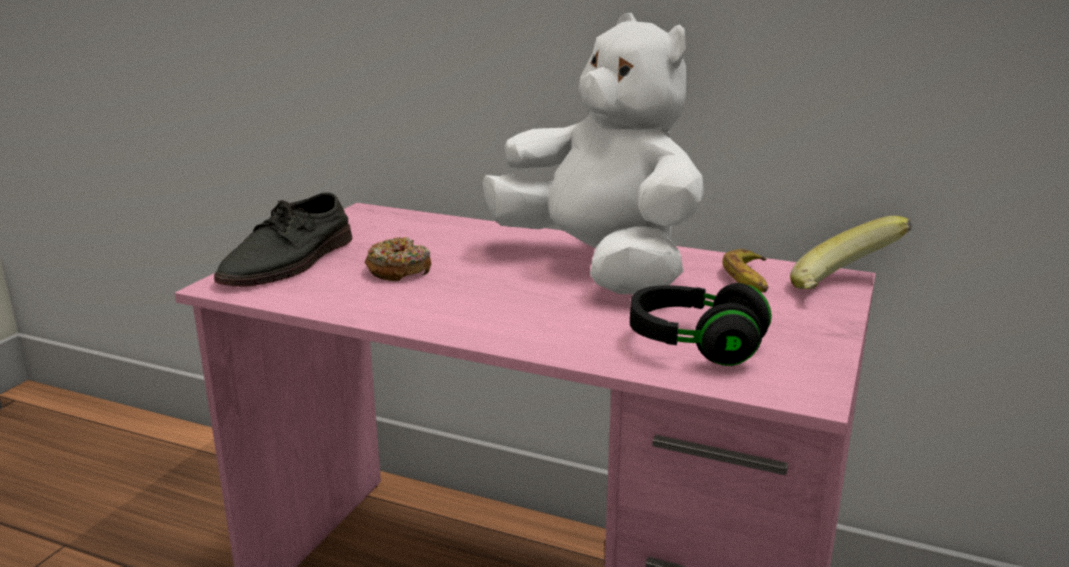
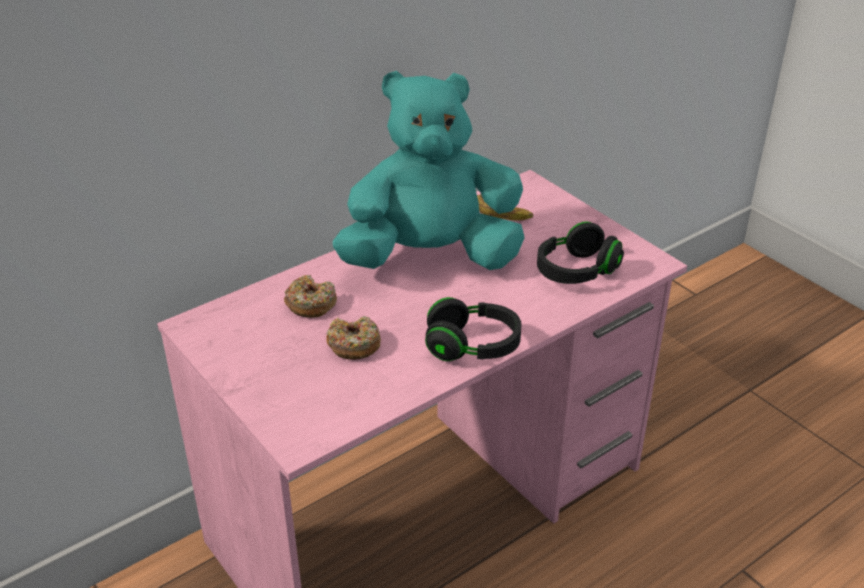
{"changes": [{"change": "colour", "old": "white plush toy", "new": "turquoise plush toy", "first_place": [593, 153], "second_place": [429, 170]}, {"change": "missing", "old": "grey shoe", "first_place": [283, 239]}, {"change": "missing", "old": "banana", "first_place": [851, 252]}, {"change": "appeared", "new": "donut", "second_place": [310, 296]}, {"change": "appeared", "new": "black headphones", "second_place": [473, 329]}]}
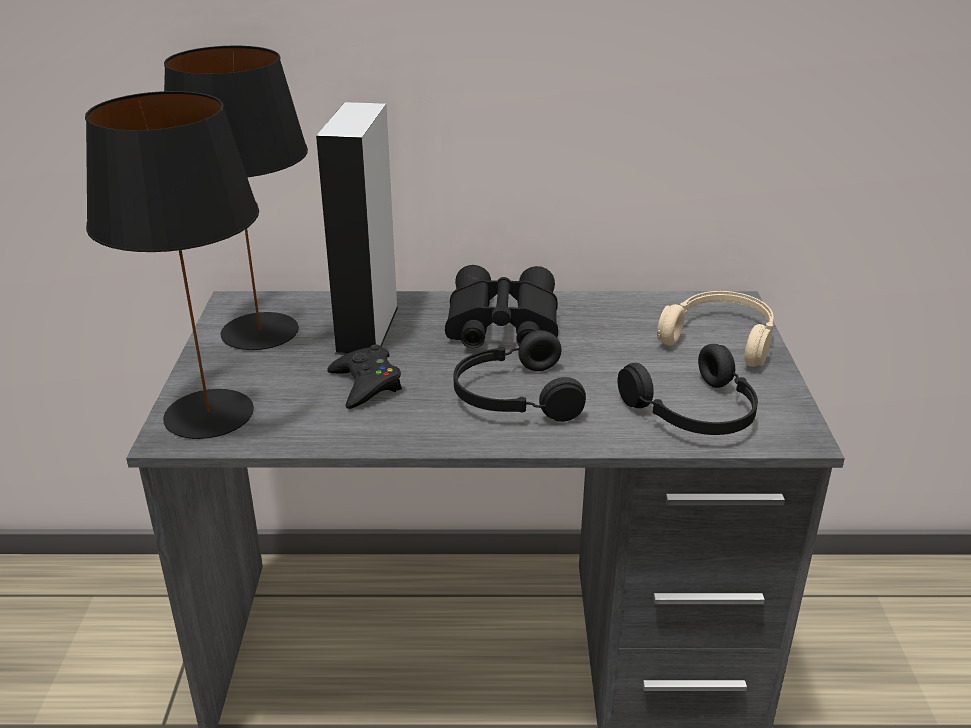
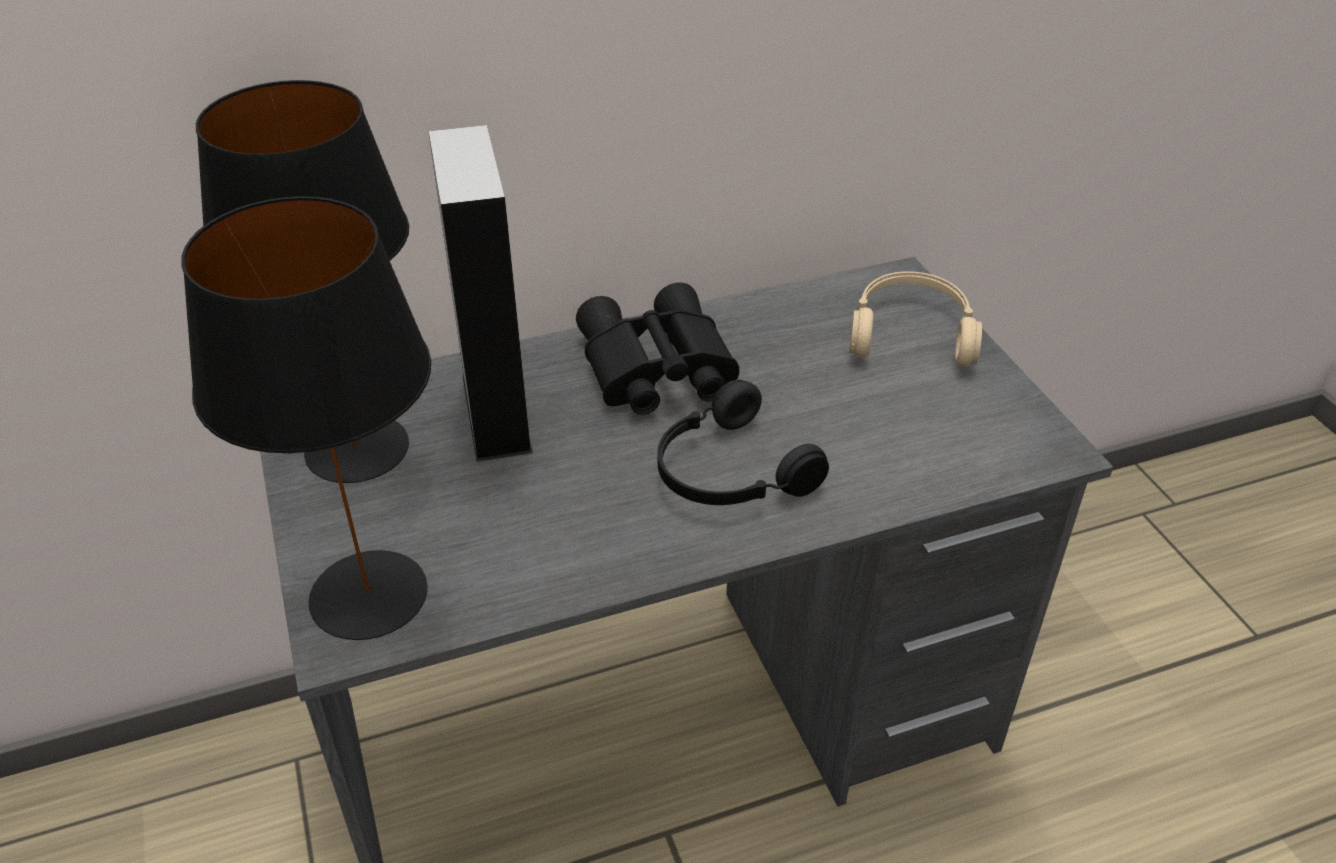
{"changes": [{"change": "missing", "old": "black game controller", "first_place": [364, 376]}, {"change": "missing", "old": "black headphones", "first_place": [688, 389]}]}
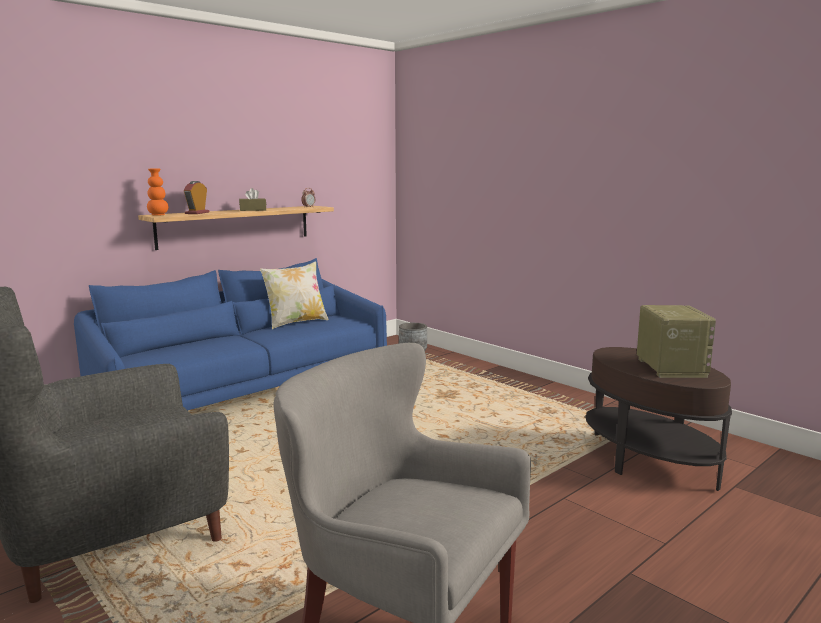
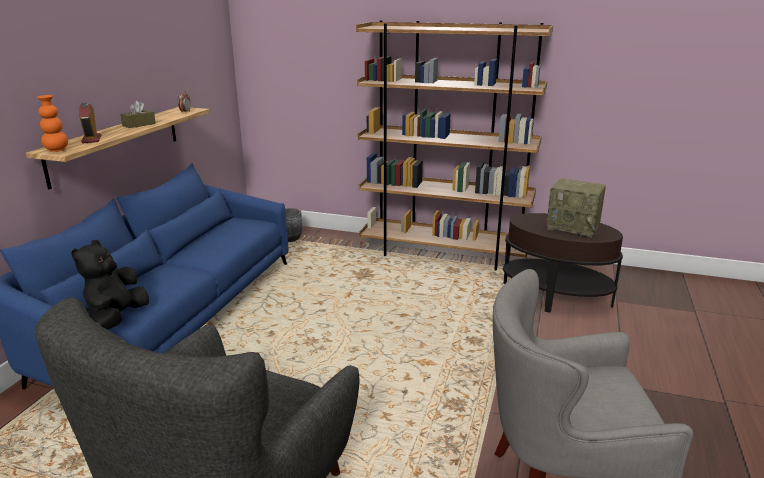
{"changes": [{"change": "missing", "old": "pillow", "first_place": [294, 295]}, {"change": "spun", "old": "radio", "first_place": [676, 341], "second_place": [576, 207], "degrees": 150}, {"change": "appeared", "new": "brown bookcase", "second_place": [454, 145]}, {"change": "appeared", "new": "black plush toy", "second_place": [110, 285]}]}
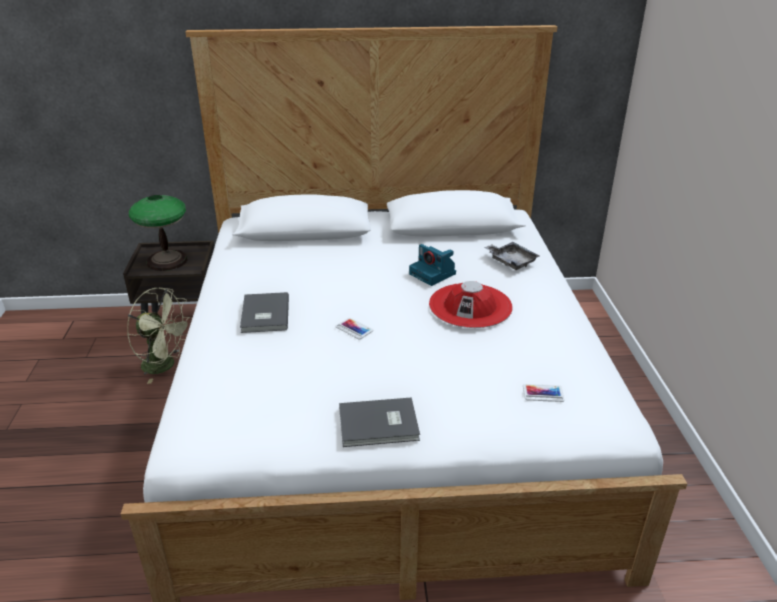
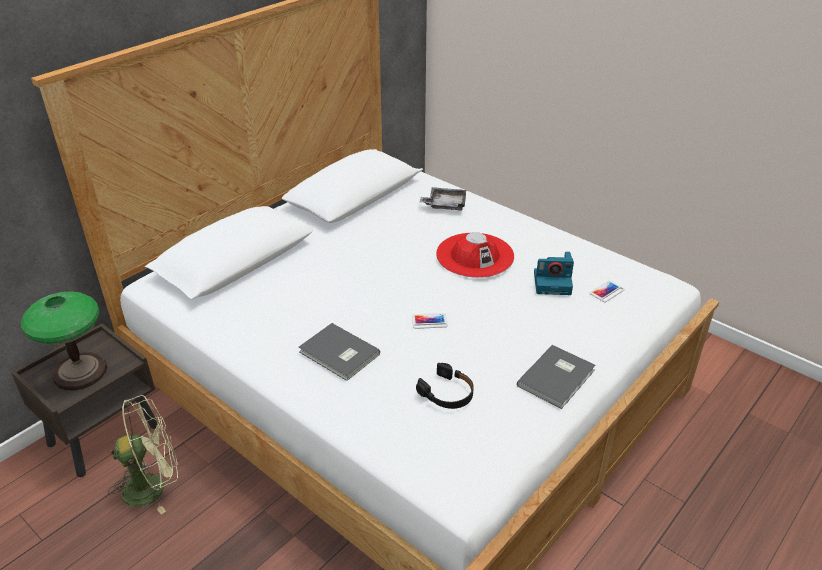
{"changes": [{"change": "relocated", "old": "photo camera", "first_place": [432, 265], "second_place": [554, 273]}, {"change": "appeared", "new": "black headphones", "second_place": [445, 386]}]}
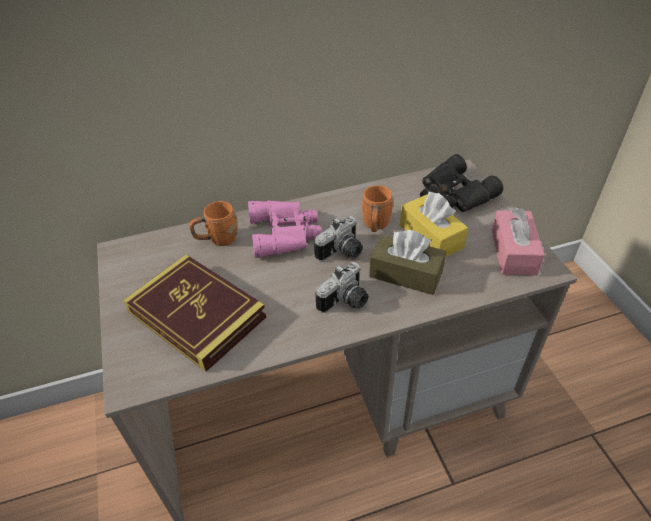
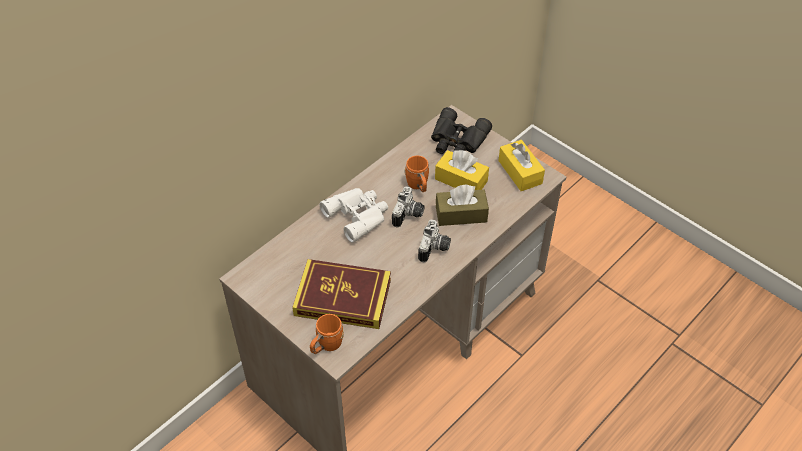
{"changes": [{"change": "relocated", "old": "orange mug", "first_place": [213, 223], "second_place": [327, 334]}, {"change": "colour", "old": "pink binoculars", "new": "white binoculars", "first_place": [284, 229], "second_place": [354, 215]}, {"change": "colour", "old": "pink tissue box", "new": "yellow tissue box", "first_place": [518, 241], "second_place": [521, 165]}]}
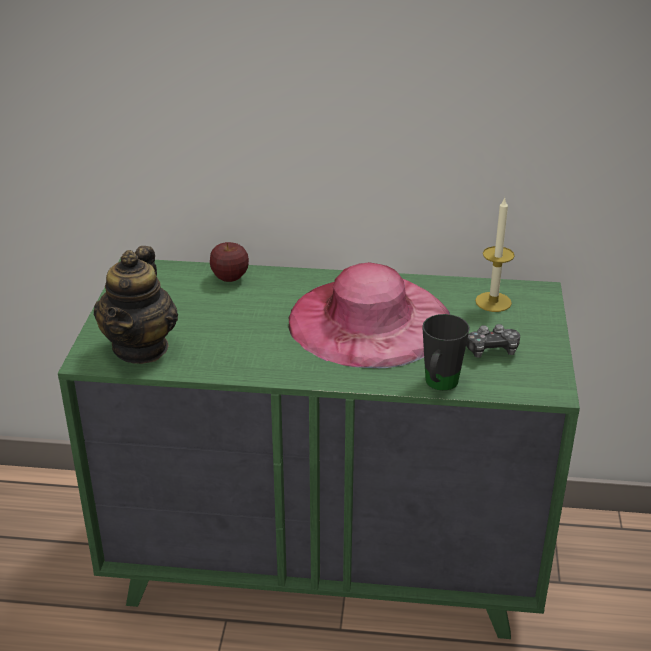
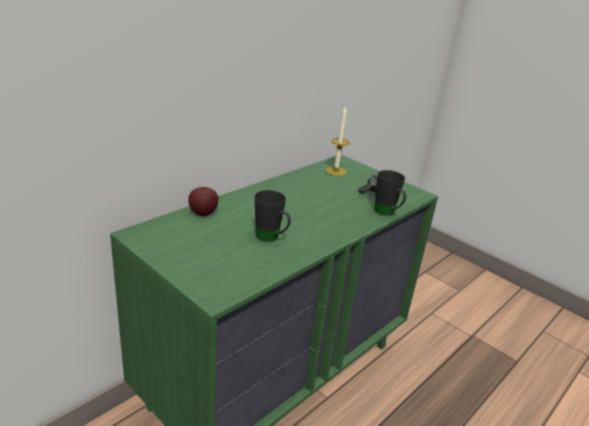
{"changes": [{"change": "missing", "old": "teapot", "first_place": [136, 305]}, {"change": "missing", "old": "pink hat", "first_place": [369, 315]}, {"change": "appeared", "new": "black mug", "second_place": [273, 216]}]}
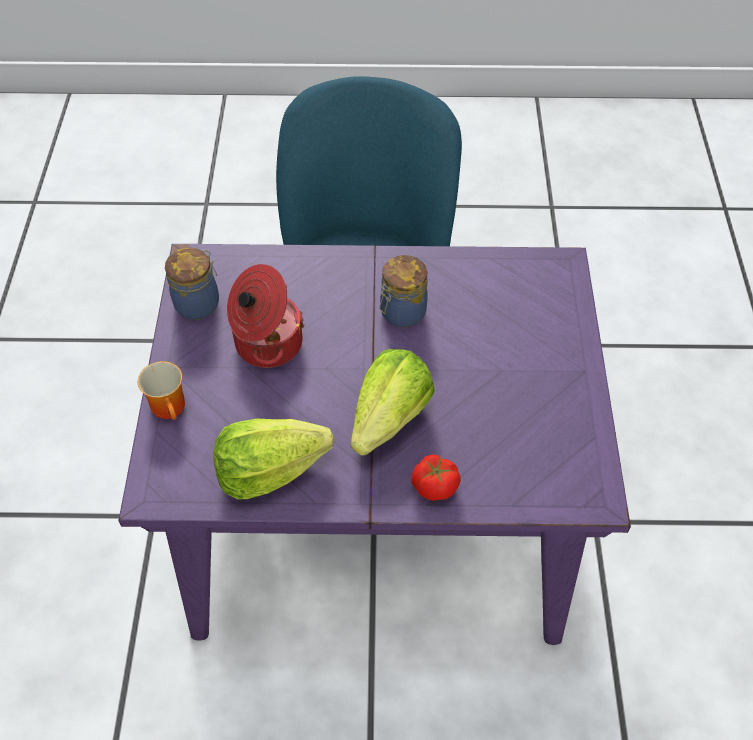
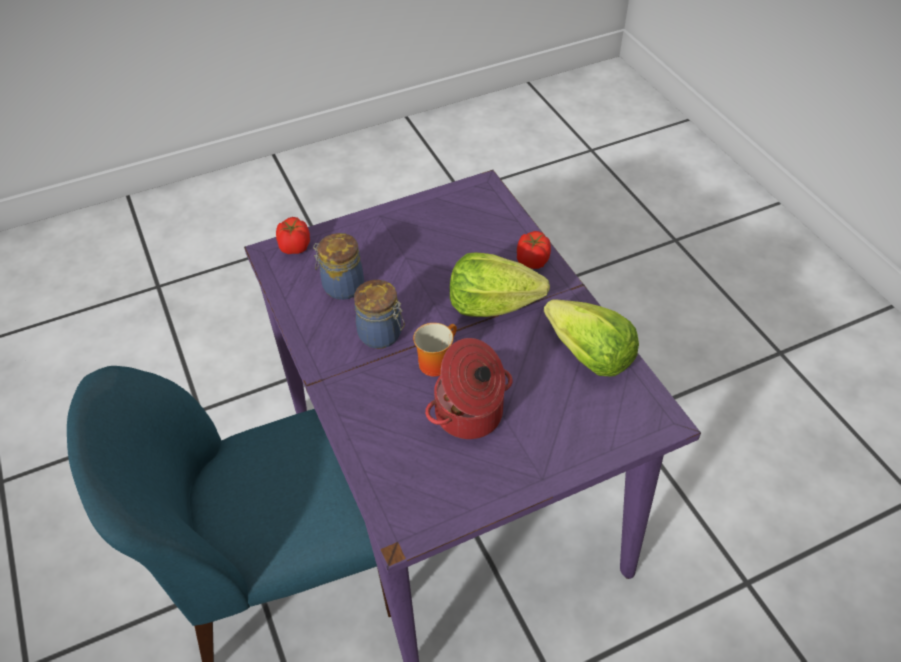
{"changes": [{"change": "relocated", "old": "jar", "first_place": [192, 284], "second_place": [338, 266]}, {"change": "relocated", "old": "mug", "first_place": [161, 390], "second_place": [435, 350]}, {"change": "appeared", "new": "tomato", "second_place": [293, 235]}]}
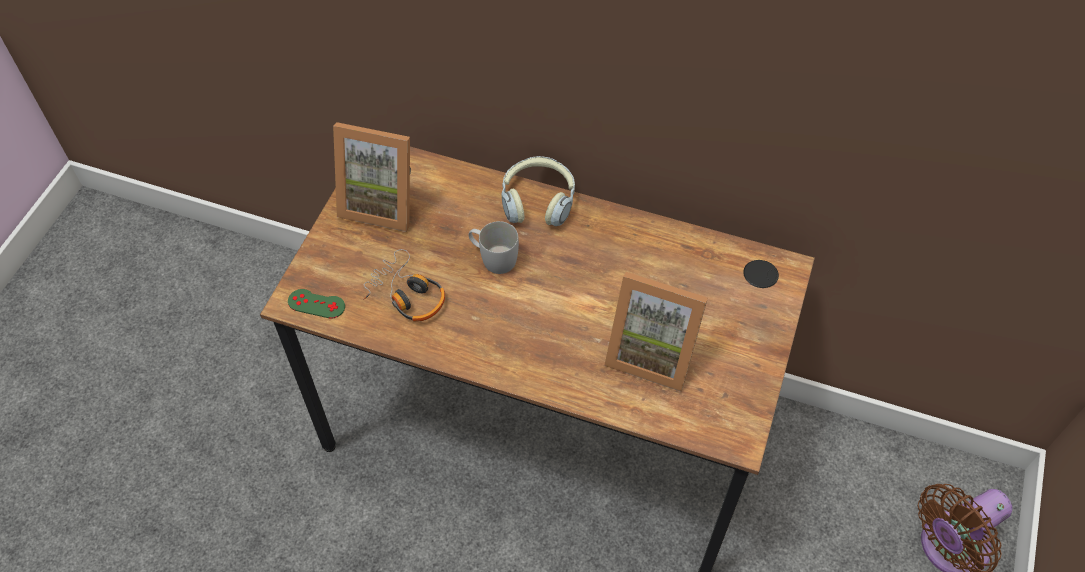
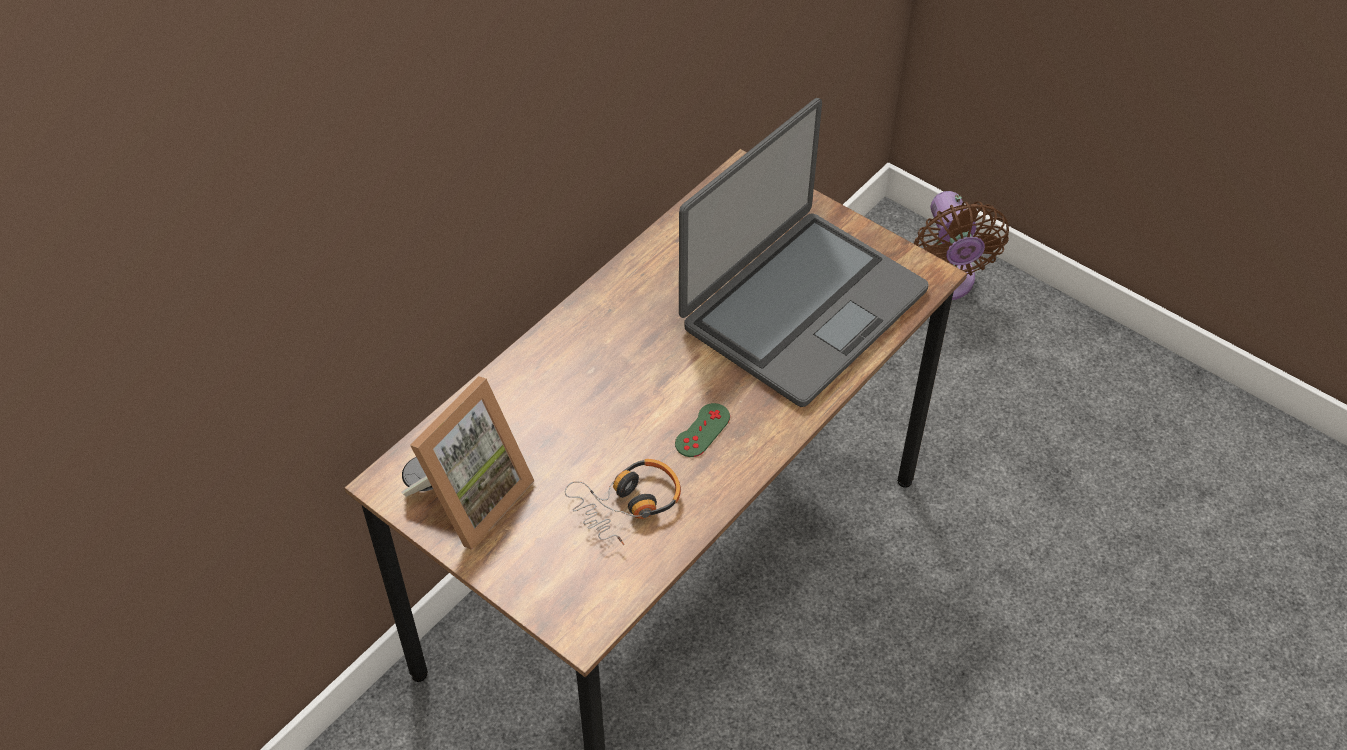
{"changes": [{"change": "missing", "old": "headphones", "first_place": [538, 191]}, {"change": "missing", "old": "white mug", "first_place": [494, 247]}, {"change": "exchanged", "old": "picture frame", "new": "laptop", "first_place": [656, 332], "second_place": [804, 252]}, {"change": "relocated", "old": "green game controller", "first_place": [316, 304], "second_place": [702, 430]}]}
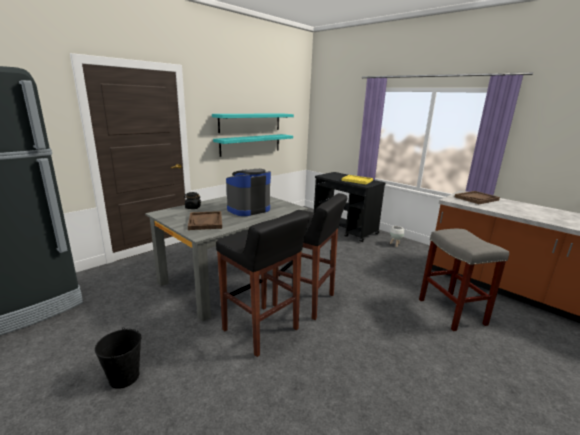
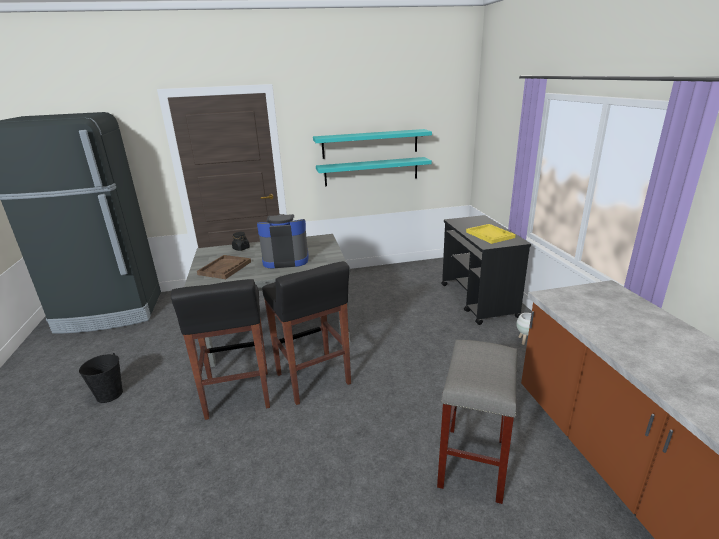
{"changes": [{"change": "missing", "old": "brown tray", "first_place": [477, 197]}]}
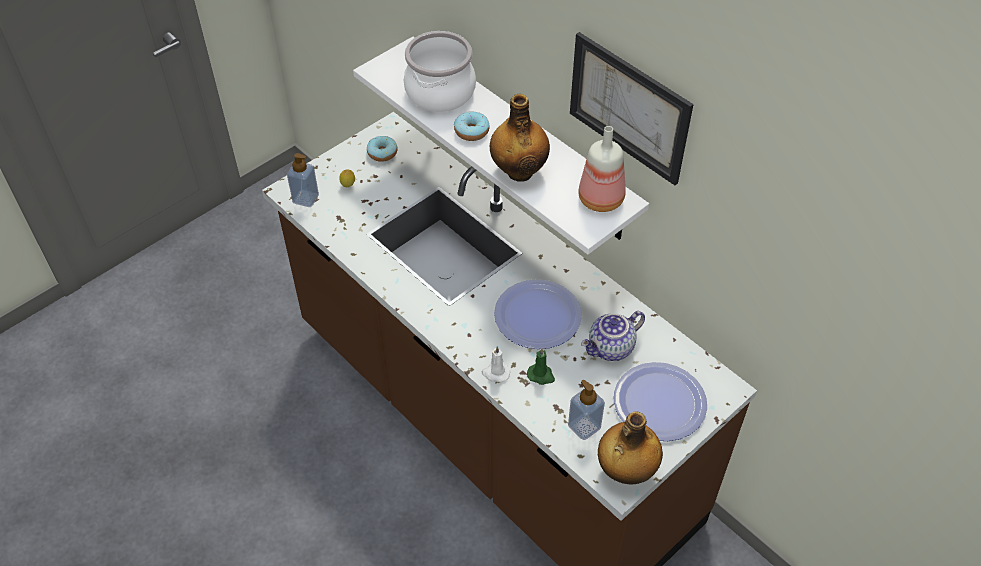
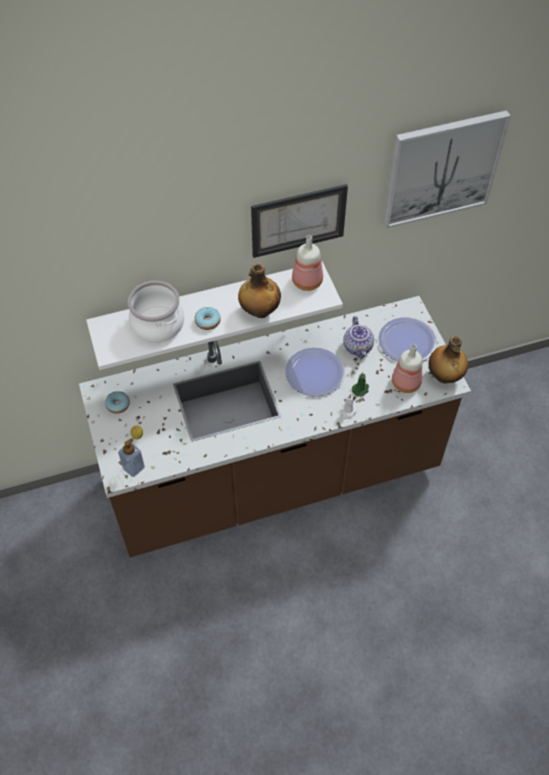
{"changes": [{"change": "exchanged", "old": "soap dispenser", "new": "bottle", "first_place": [586, 410], "second_place": [407, 368]}, {"change": "appeared", "new": "picture", "second_place": [447, 169]}]}
